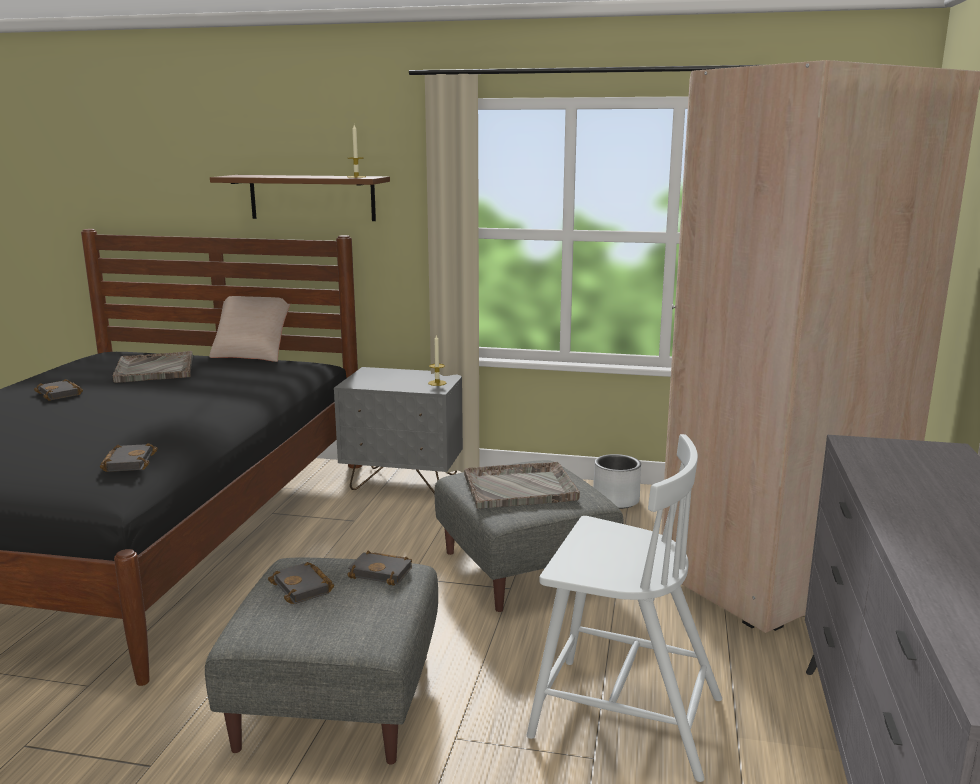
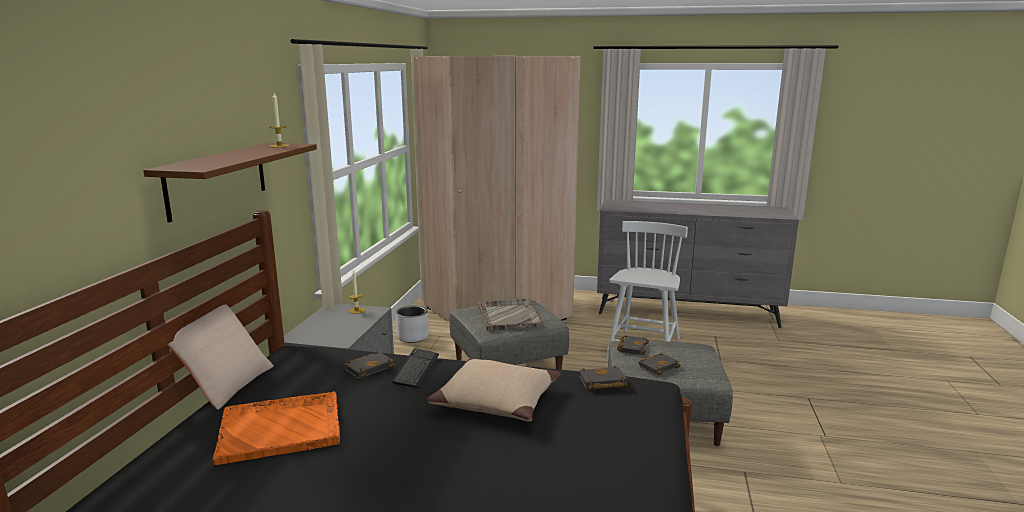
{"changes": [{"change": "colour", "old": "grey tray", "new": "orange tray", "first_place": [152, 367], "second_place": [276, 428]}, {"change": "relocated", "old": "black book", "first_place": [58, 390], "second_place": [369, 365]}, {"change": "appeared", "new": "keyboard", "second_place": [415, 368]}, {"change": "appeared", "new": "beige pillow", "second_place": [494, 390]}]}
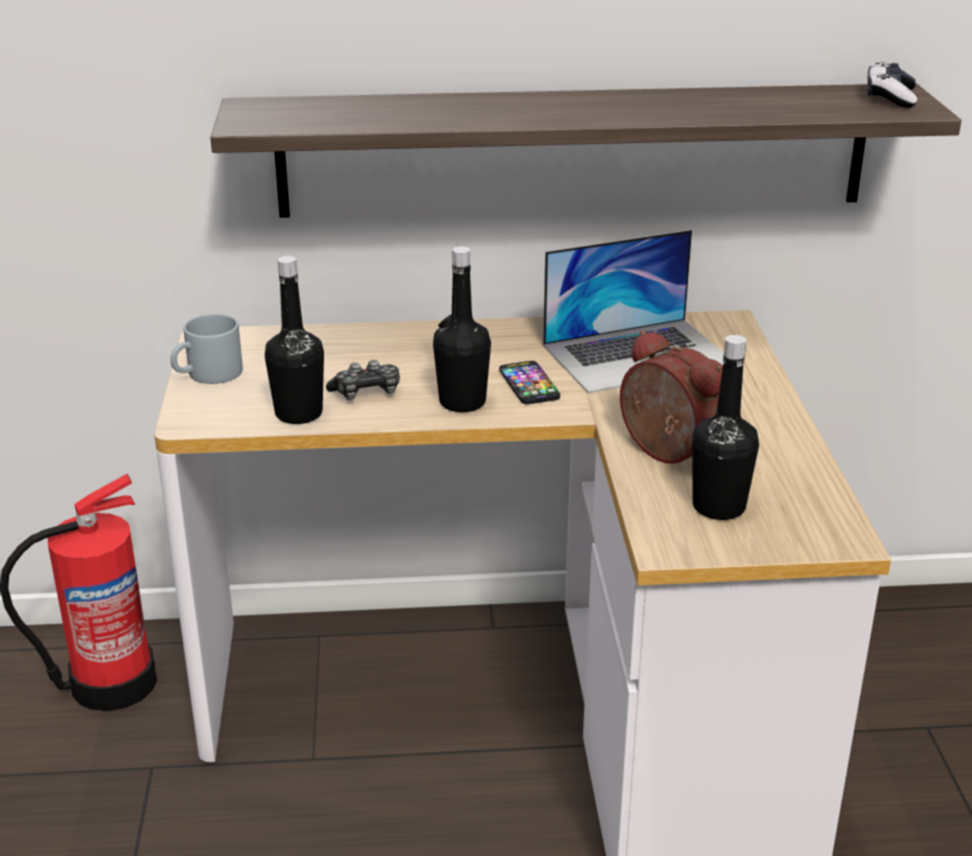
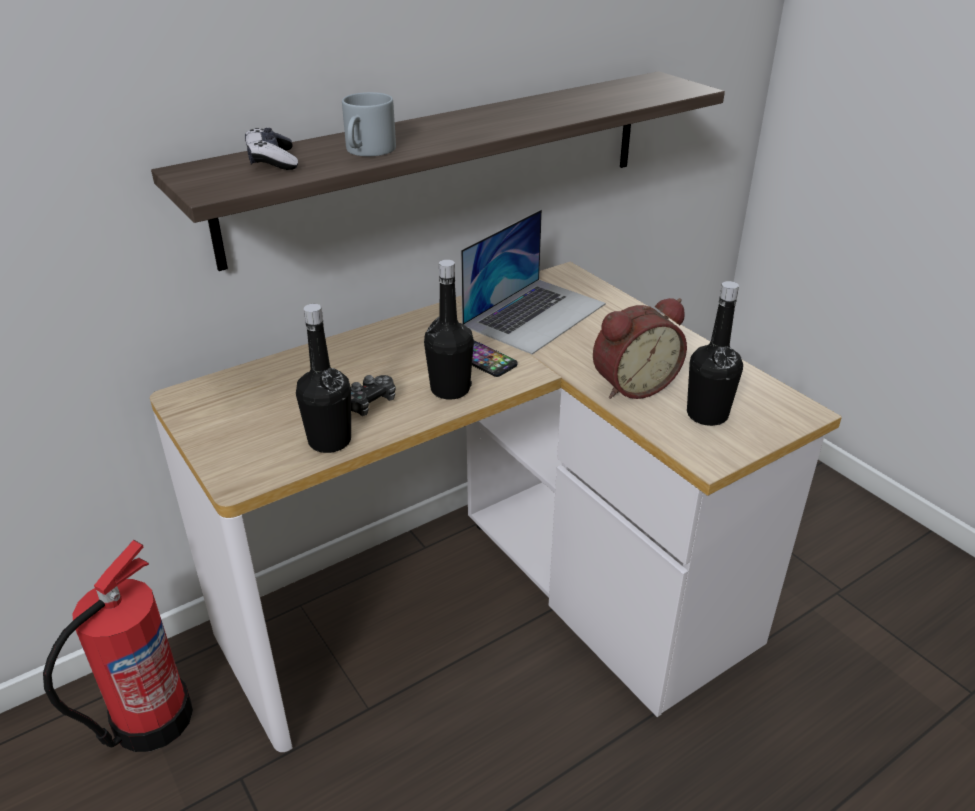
{"changes": [{"change": "relocated", "old": "game controller", "first_place": [892, 85], "second_place": [271, 149]}, {"change": "relocated", "old": "grey mug", "first_place": [206, 349], "second_place": [369, 124]}, {"change": "spun", "old": "alarm clock", "first_place": [671, 397], "second_place": [640, 348], "degrees": 135}]}
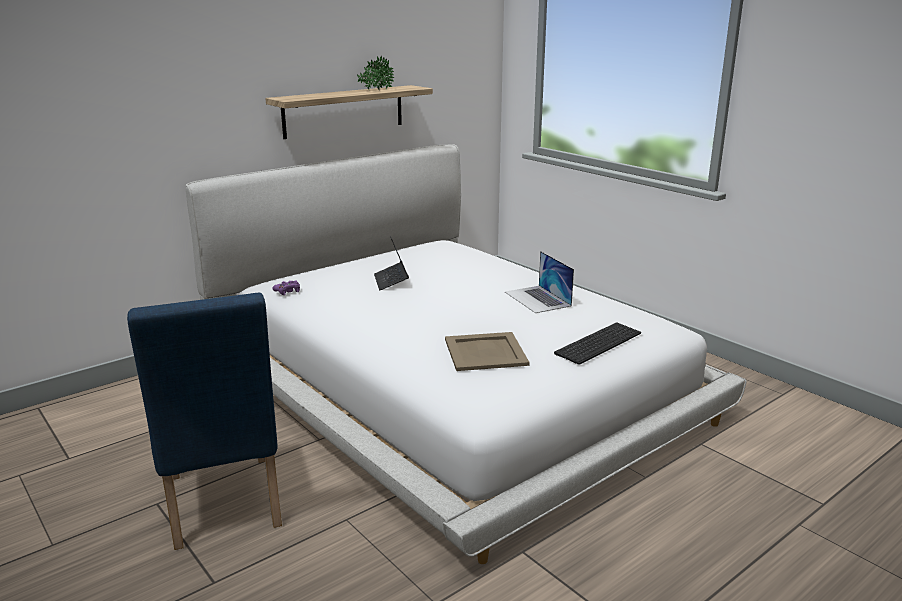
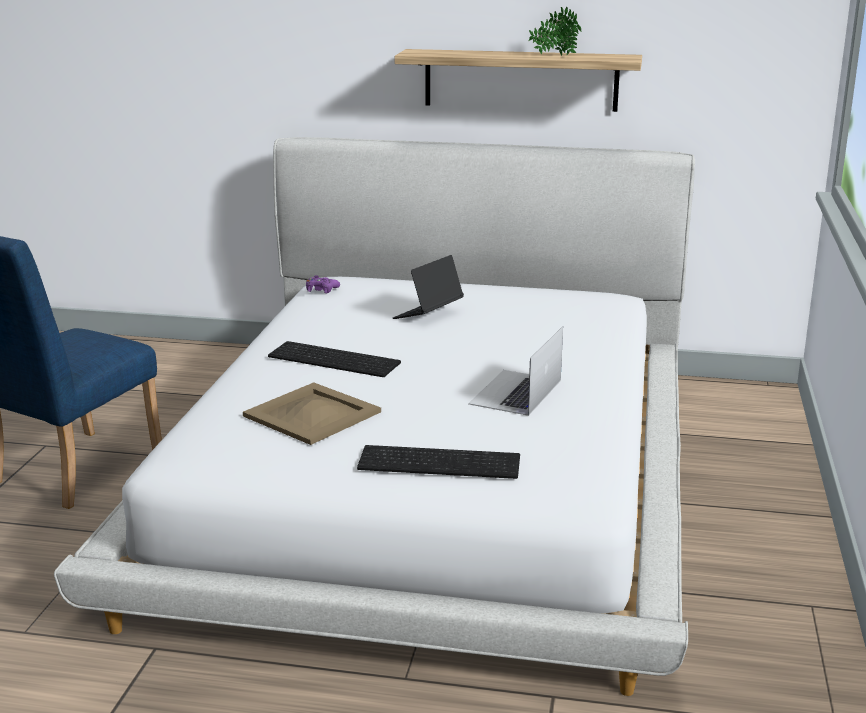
{"changes": [{"change": "appeared", "new": "keyboard", "second_place": [334, 359]}]}
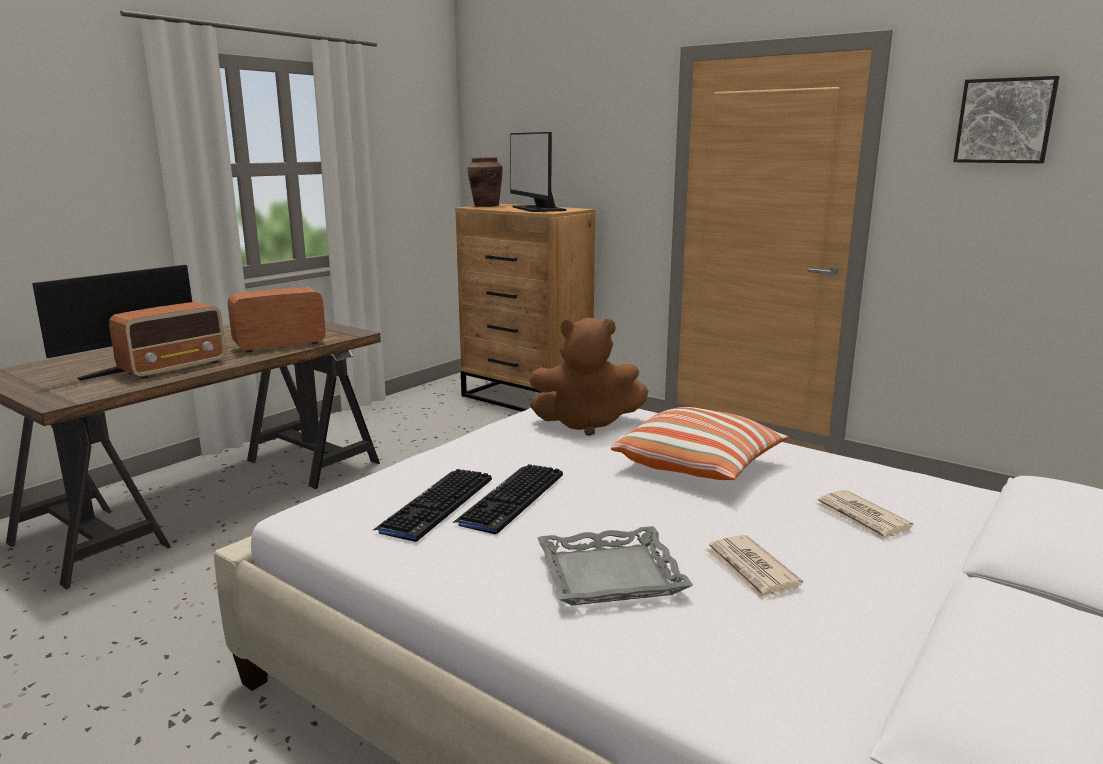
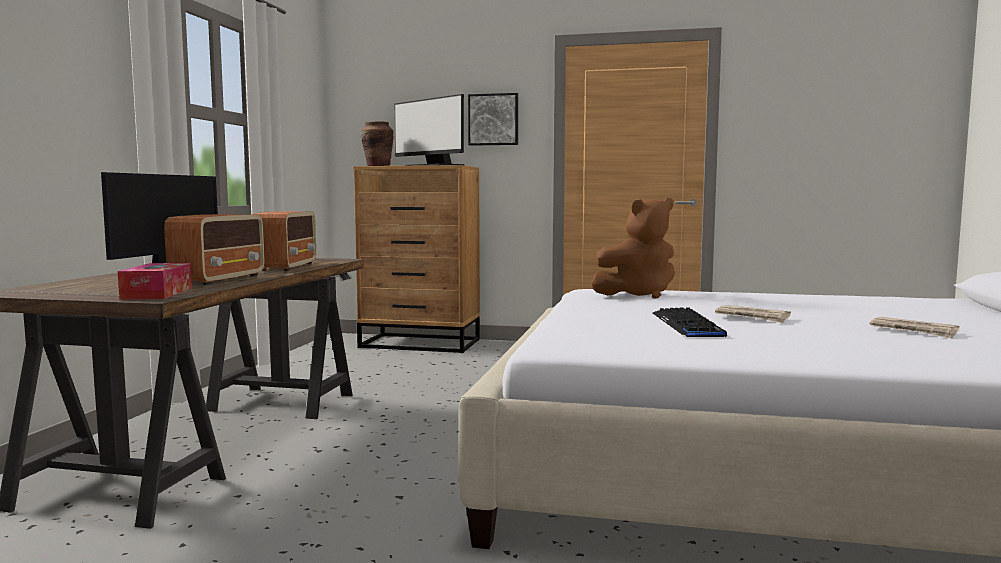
{"changes": [{"change": "relocated", "old": "picture", "first_place": [1006, 119], "second_place": [493, 119]}, {"change": "spun", "old": "radio", "first_place": [277, 320], "second_place": [284, 241], "degrees": 150}, {"change": "missing", "old": "pillow", "first_place": [700, 443]}, {"change": "missing", "old": "keyboard", "first_place": [432, 505]}, {"change": "relocated", "old": "newspaper", "first_place": [864, 516], "second_place": [753, 314]}, {"change": "missing", "old": "grey tray", "first_place": [615, 566]}, {"change": "appeared", "new": "tissue box", "second_place": [155, 281]}]}
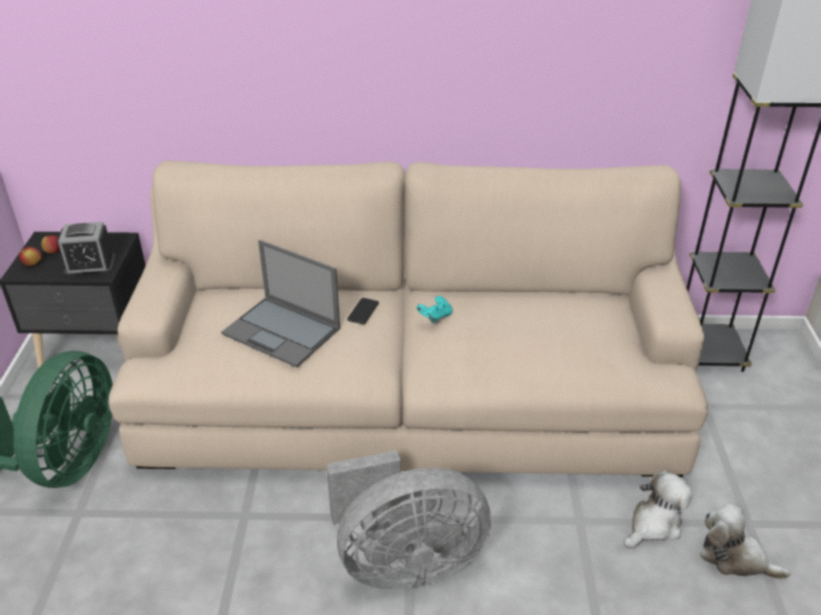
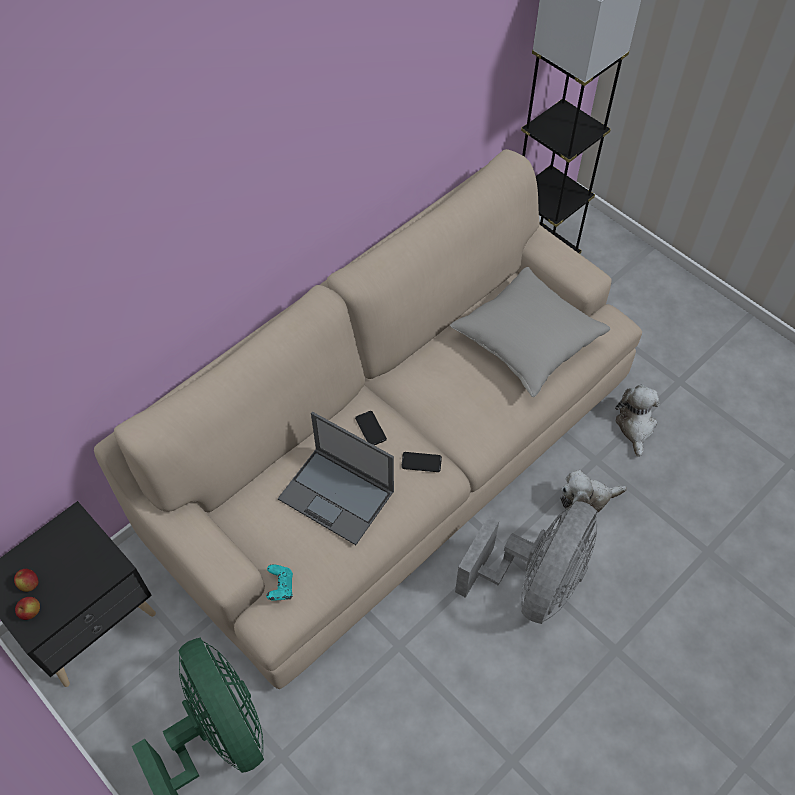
{"changes": [{"change": "missing", "old": "alarm clock", "first_place": [86, 249]}, {"change": "spun", "old": "laptop", "first_place": [280, 304], "second_place": [336, 478], "degrees": 45}, {"change": "relocated", "old": "turquoise game controller", "first_place": [434, 309], "second_place": [279, 583]}, {"change": "relocated", "old": "plush toy", "first_place": [745, 541], "second_place": [593, 491]}, {"change": "appeared", "new": "grey pillow", "second_place": [530, 332]}, {"change": "appeared", "new": "phone", "second_place": [421, 462]}]}
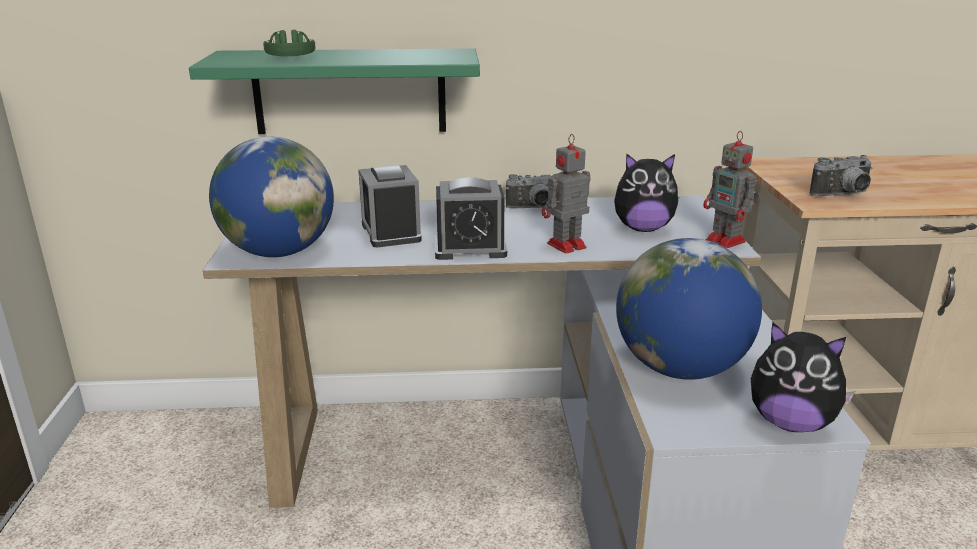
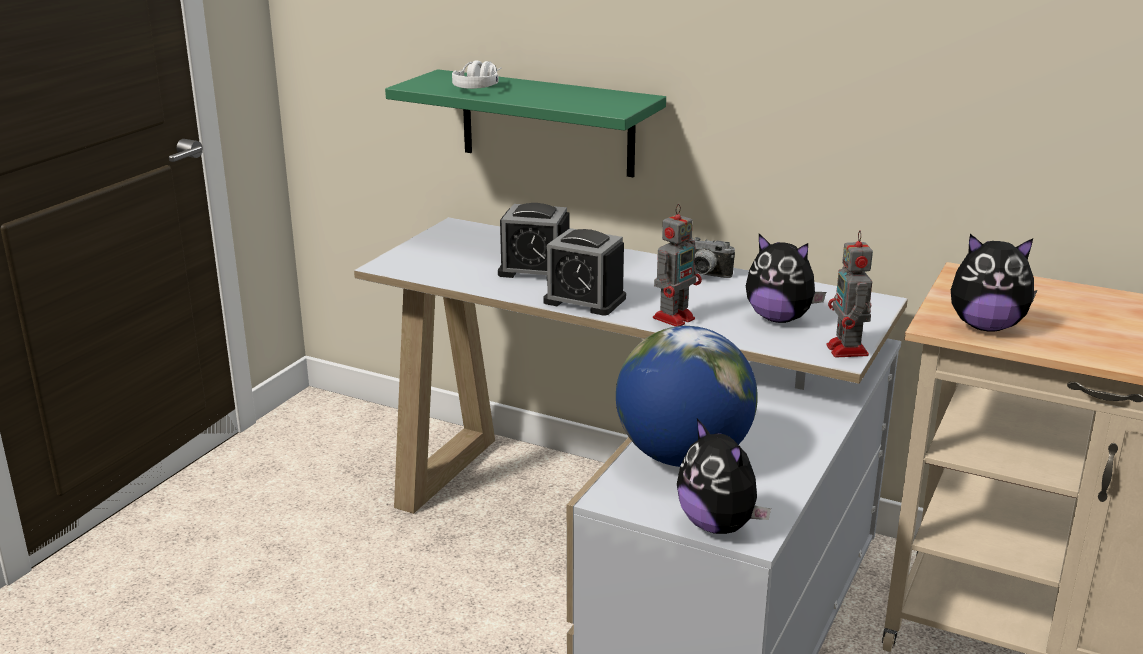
{"changes": [{"change": "colour", "old": "green headphones", "new": "white headphones", "first_place": [289, 43], "second_place": [477, 75]}, {"change": "spun", "old": "toy robot", "first_place": [566, 194], "second_place": [677, 265], "degrees": 135}, {"change": "missing", "old": "globe", "first_place": [271, 196]}, {"change": "exchanged", "old": "photo camera", "new": "plush toy", "first_place": [841, 176], "second_place": [994, 283]}, {"change": "spun", "old": "alarm clock", "first_place": [390, 206], "second_place": [533, 240], "degrees": -90}]}
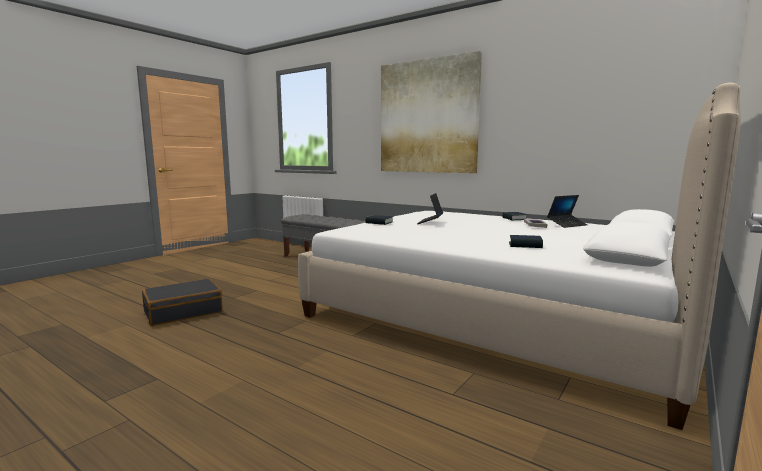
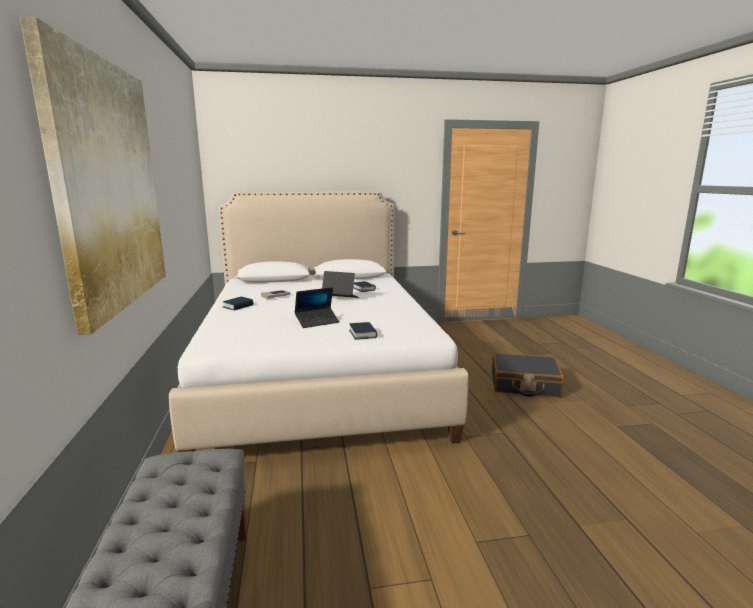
{"changes": [{"change": "relocated", "old": "laptop", "first_place": [567, 211], "second_place": [340, 284]}, {"change": "relocated", "old": "black suitcase", "first_place": [182, 302], "second_place": [528, 375]}]}
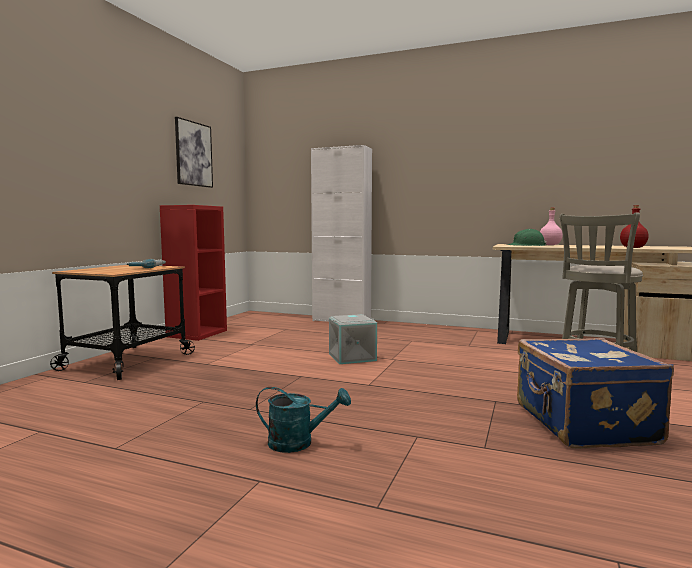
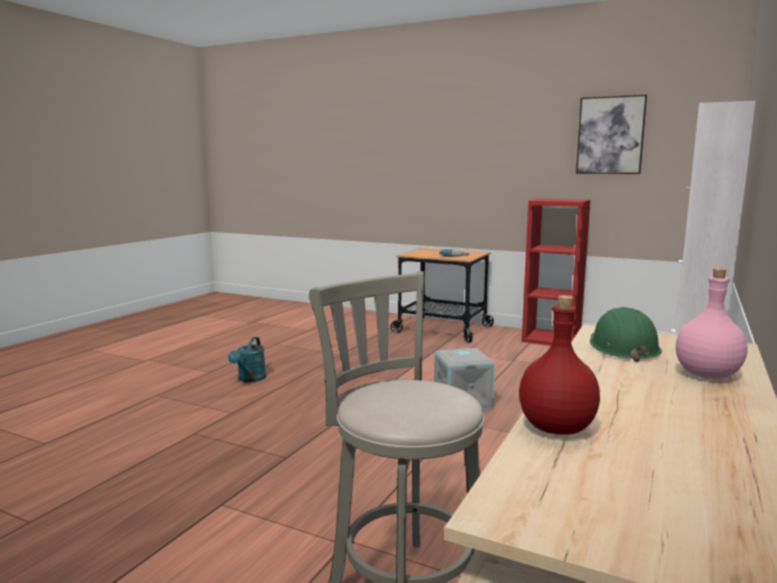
{"changes": [{"change": "missing", "old": "blue suitcase", "first_place": [595, 393]}]}
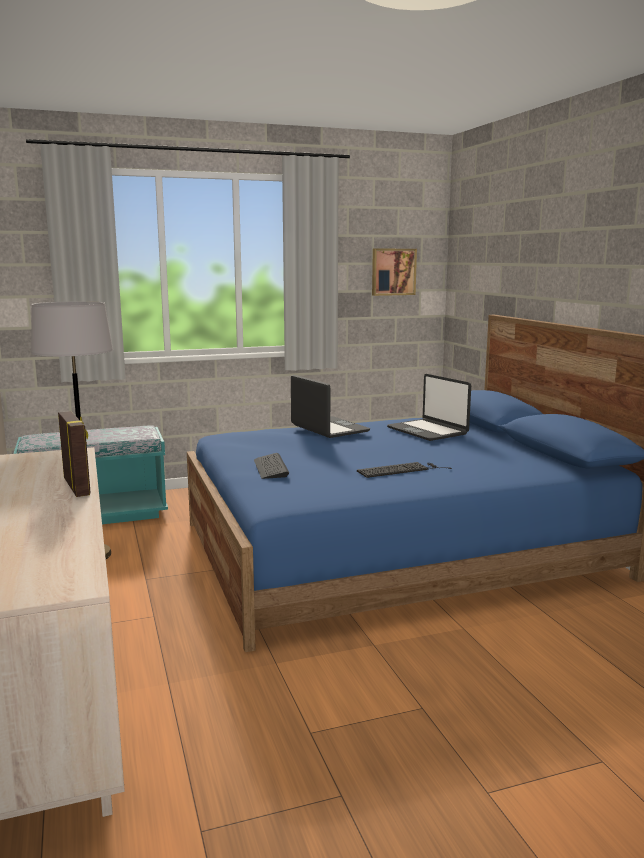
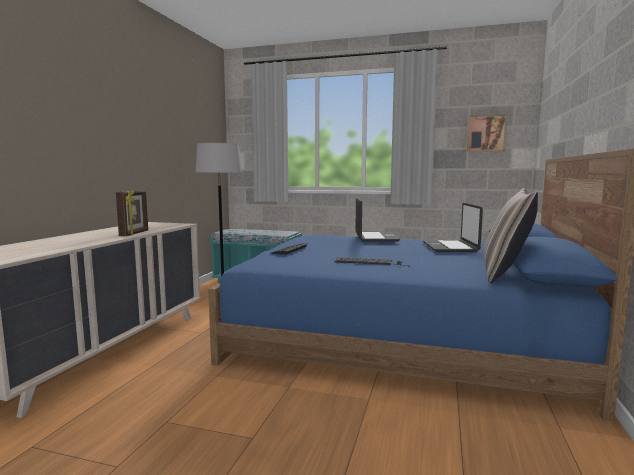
{"changes": [{"change": "appeared", "new": "pillow", "second_place": [511, 235]}]}
